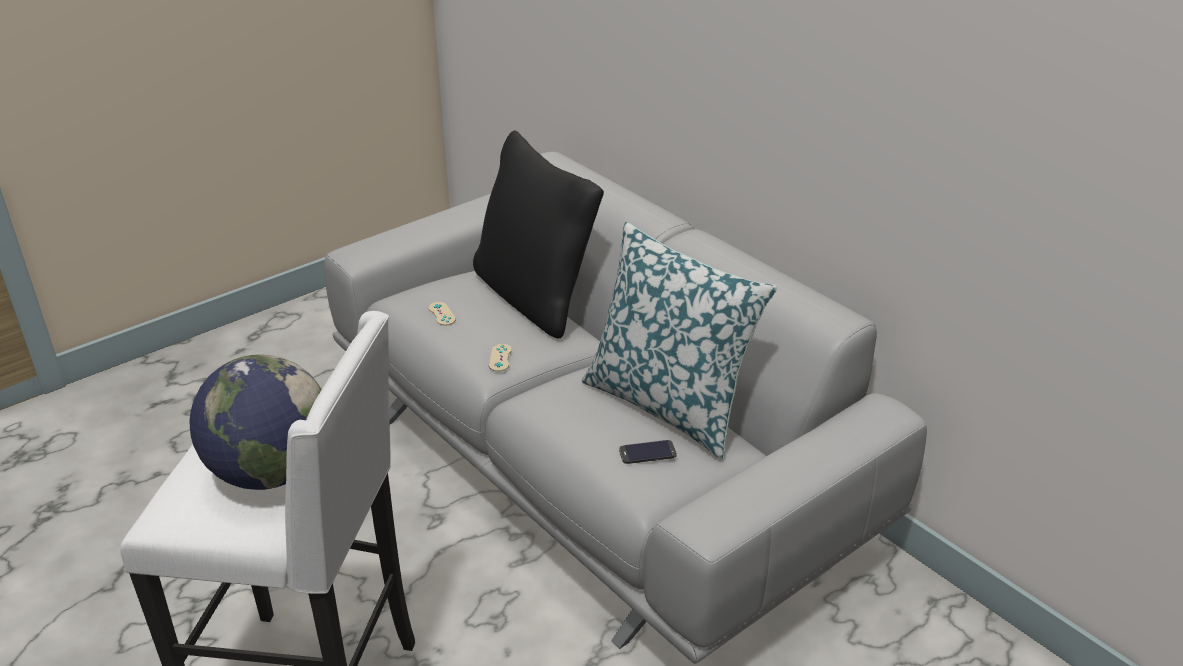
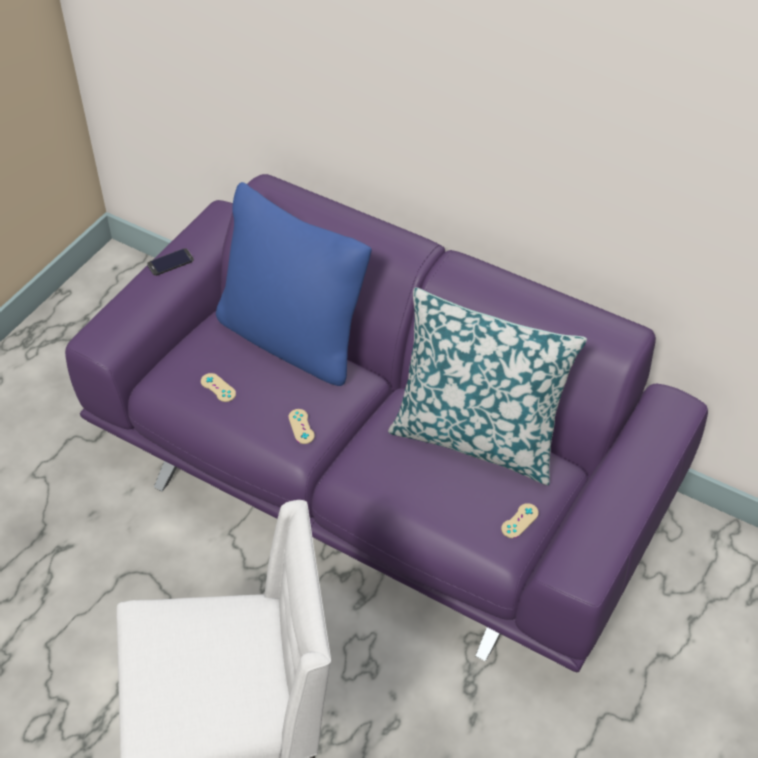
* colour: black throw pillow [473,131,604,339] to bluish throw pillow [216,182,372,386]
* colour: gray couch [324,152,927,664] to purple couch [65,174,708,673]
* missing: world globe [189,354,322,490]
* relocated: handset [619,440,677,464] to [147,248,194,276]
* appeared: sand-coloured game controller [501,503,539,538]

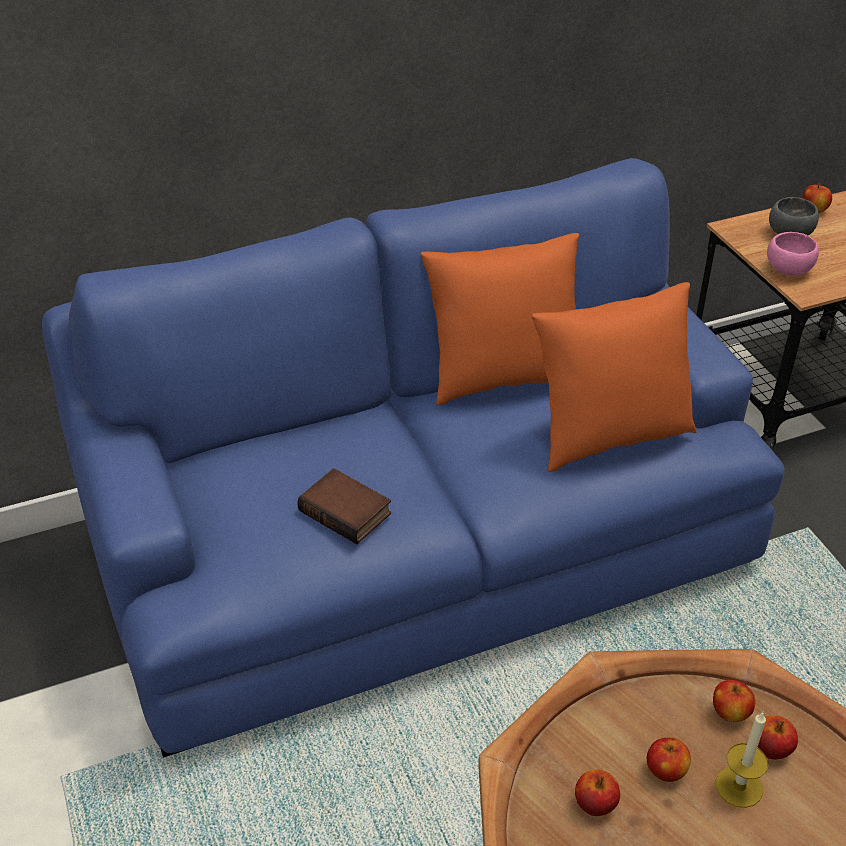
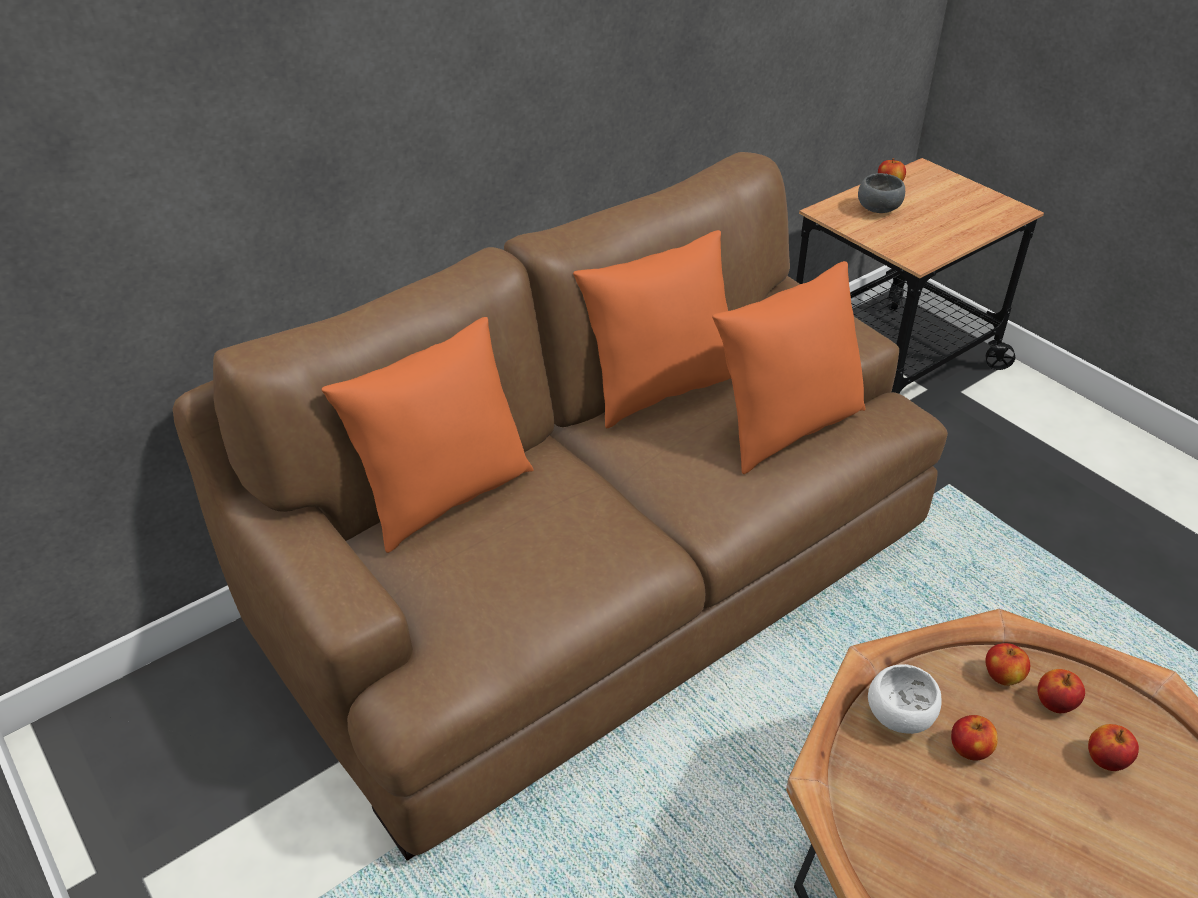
* colour: bluish couch [42,158,784,757] to brownish couch [173,152,948,861]
* missing: pinkish bowl [767,232,819,276]
* missing: volume [297,468,391,544]
* missing: wax candle [716,712,768,808]
* relocated: whole apple [575,770,620,816] to [1088,724,1139,771]
* appeared: orangey throw pillow [322,317,534,553]
* appeared: white-coloured bowl [868,664,941,734]

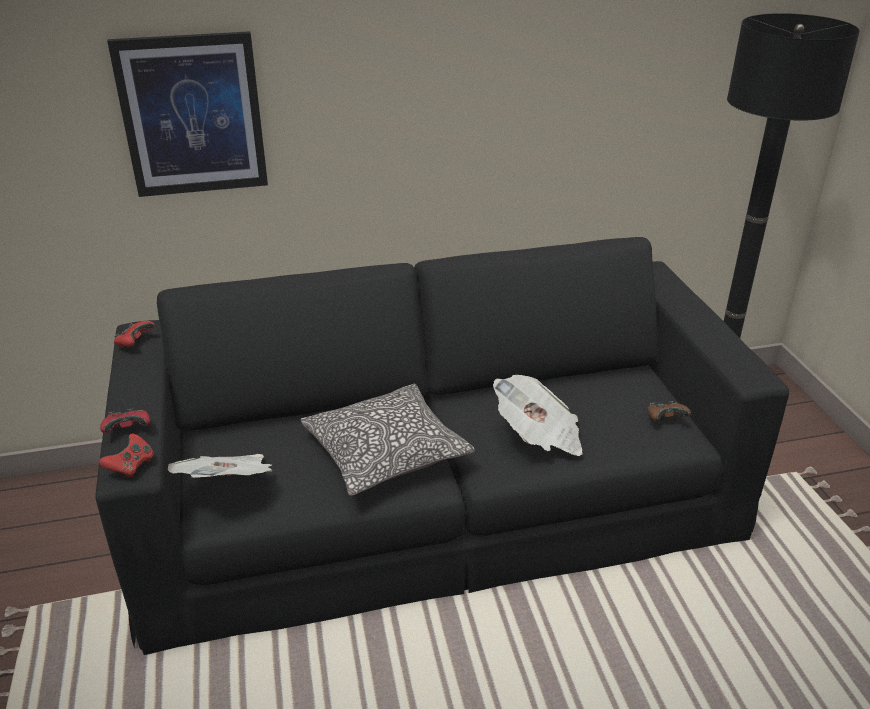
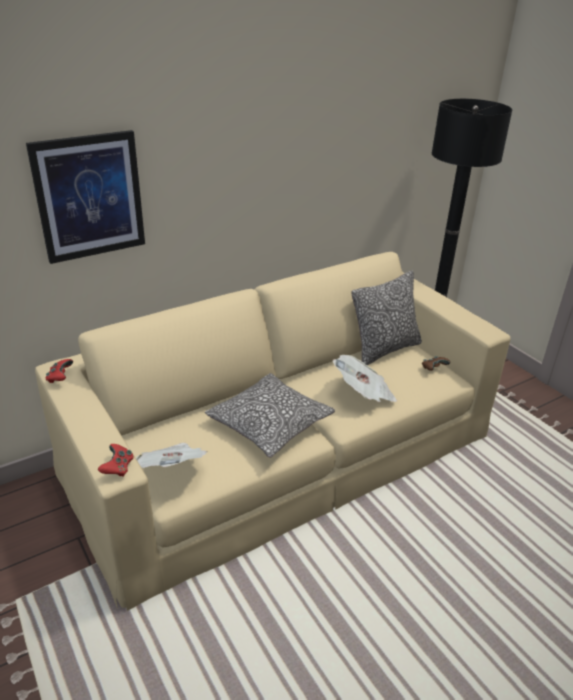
* colour: black couch [95,237,789,655] to sand-coloured couch [35,252,511,611]
* missing: red game controller [100,408,150,433]
* appeared: throw pillow [352,271,422,365]

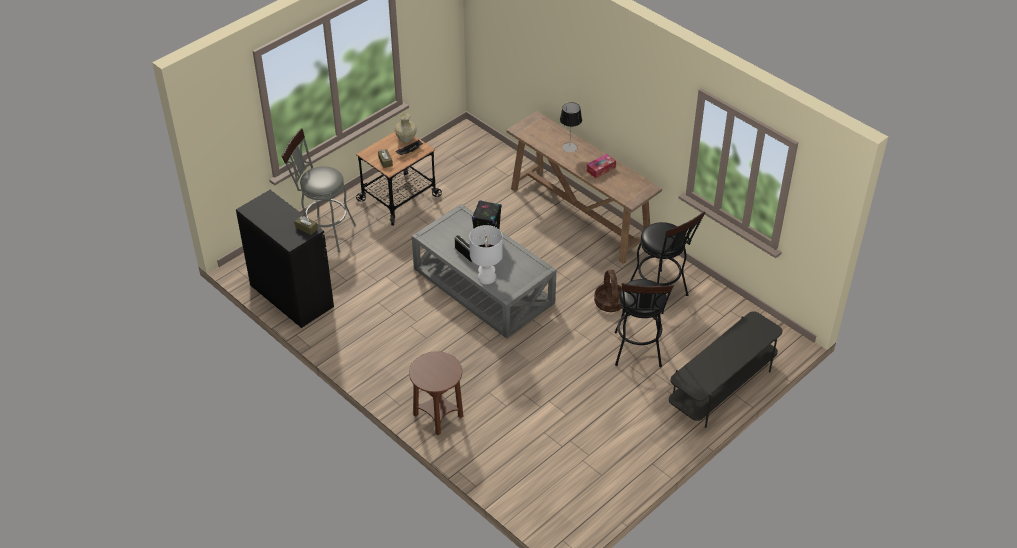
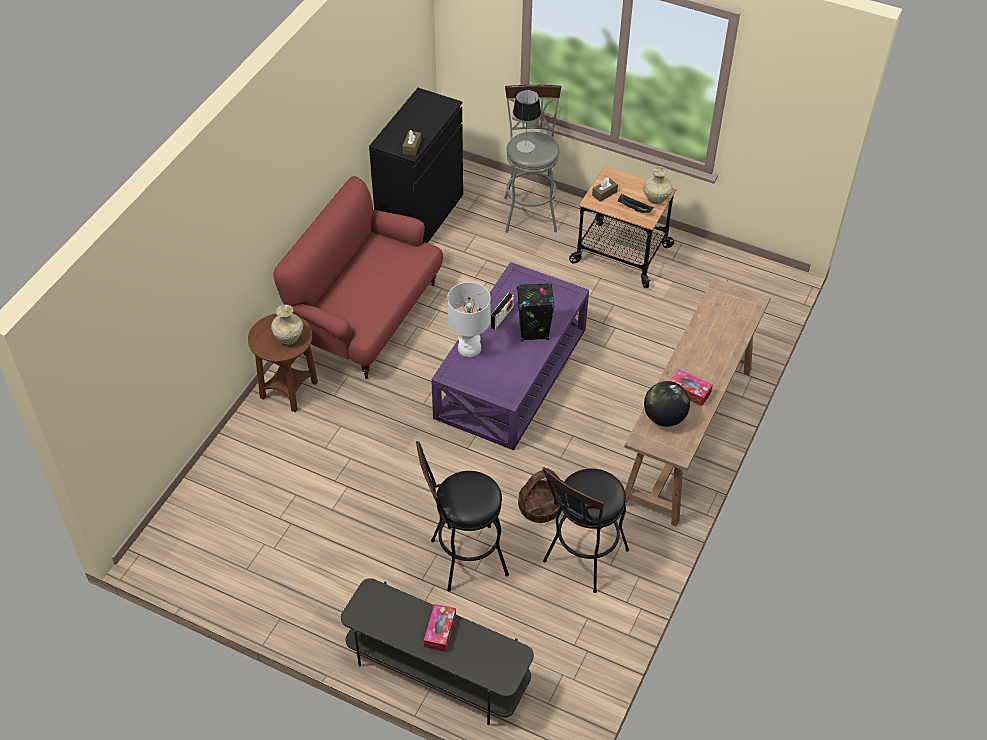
* relocated: tabletop lamp [560,102,582,152] to [513,90,541,153]
* colour: gray low table [412,204,556,338] to purple low table [431,262,589,450]
* appeared: red couch [273,176,443,379]
* appeared: sand-coloured vase [271,305,303,345]
* appeared: world globe [644,381,690,427]
* appeared: tissue holder [424,604,456,652]

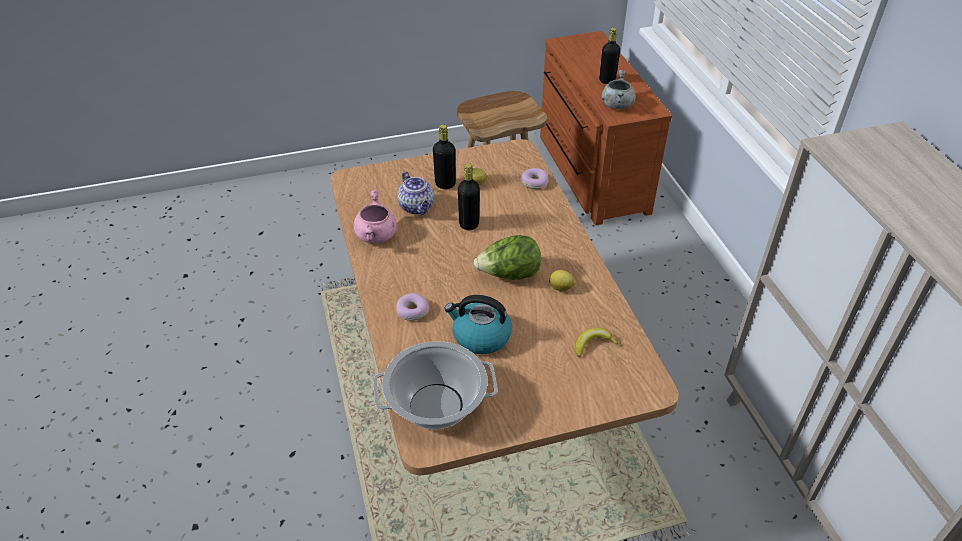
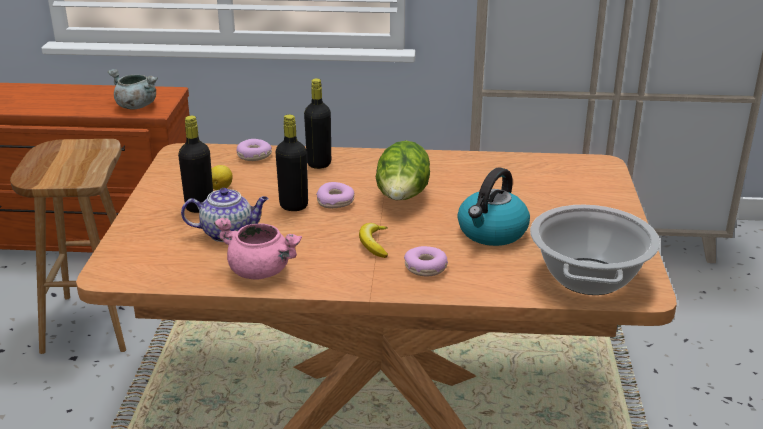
* relocated: black drink bottle [599,28,620,84] to [304,78,331,169]
* missing: lemon [549,270,575,291]
* relocated: whole banana [575,328,619,357] to [359,223,388,258]
* appeared: doughnut [316,182,355,208]

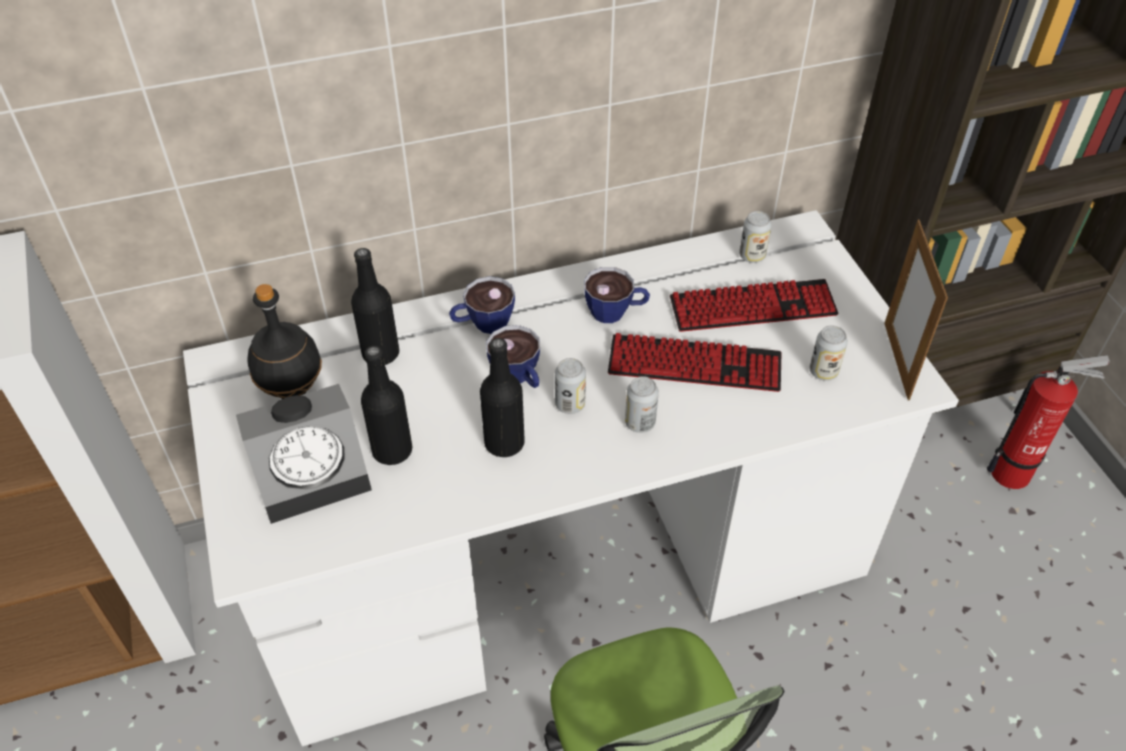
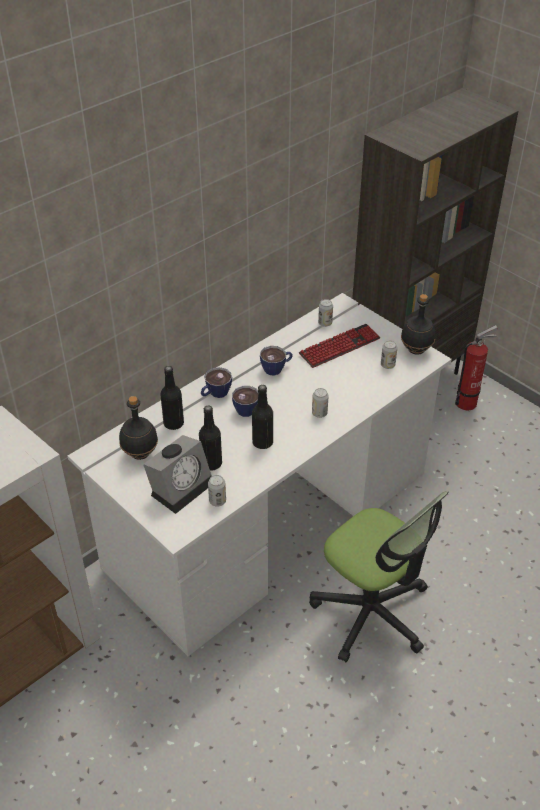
* exchanged: picture frame [884,220,948,400] to black drink bottle [401,294,436,355]
* missing: keyboard [608,333,782,392]
* relocated: can [555,358,586,414] to [208,475,226,506]

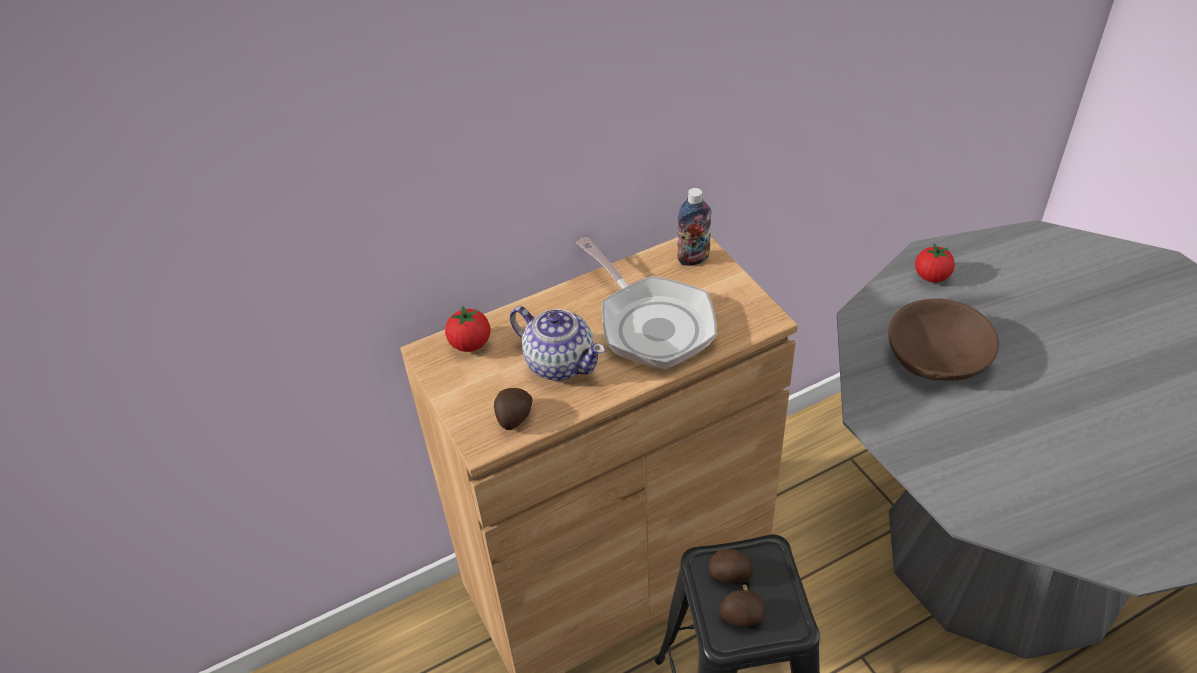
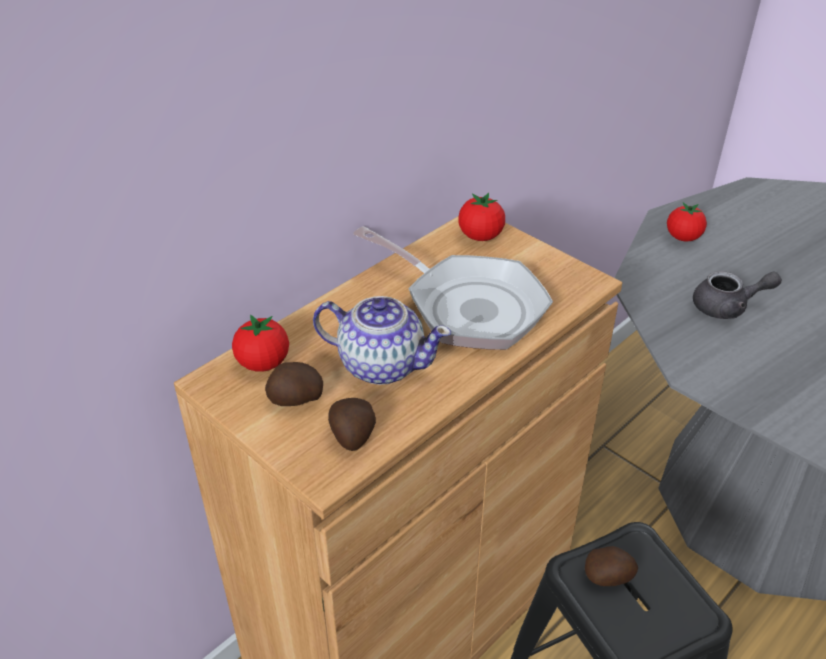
* exchanged: drink bottle [677,188,711,266] to whole tomato [458,193,505,241]
* exchanged: brownish bowl [888,298,999,381] to gray pot for tea [693,271,782,319]
* relocated: potato [719,590,765,627] to [265,362,323,406]

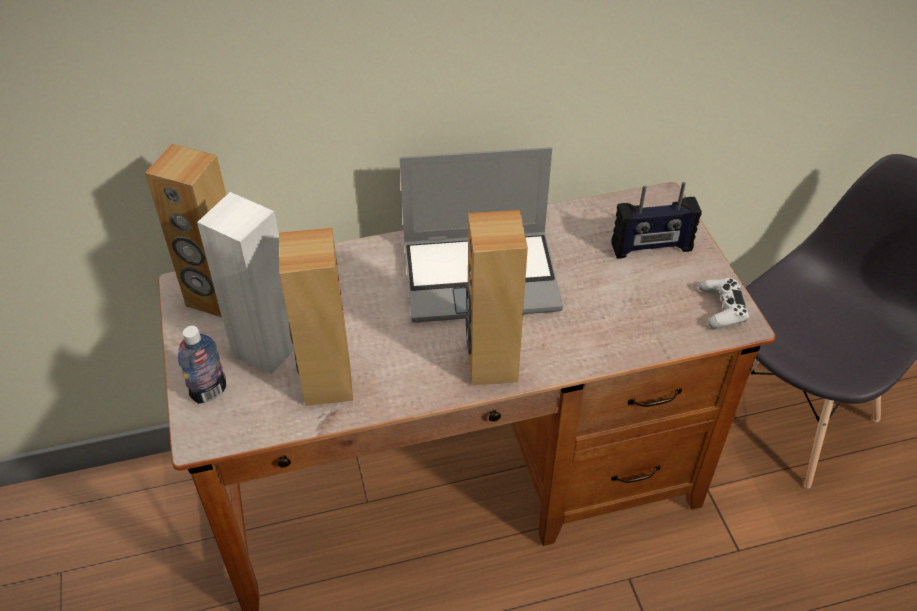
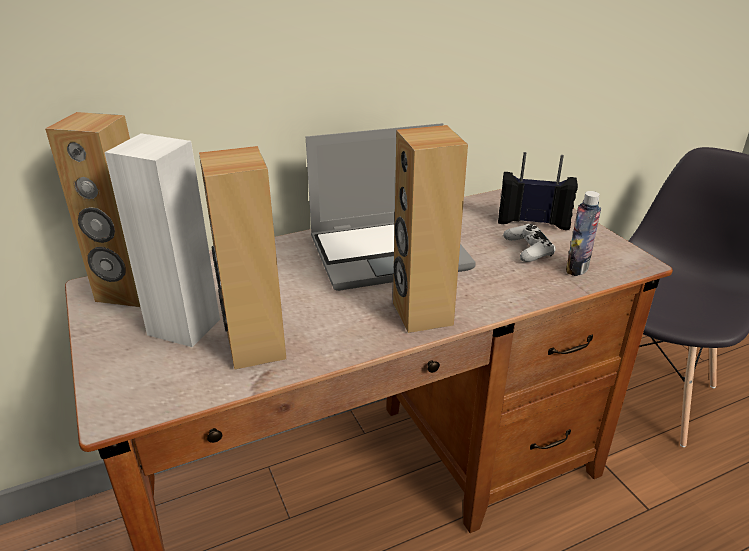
* spun: radio receiver [611,182,702,258] = [498,152,578,230] 150 degrees counterclockwise
* relocated: white-coloured game controller [699,278,750,328] to [503,224,556,262]
* relocated: drink bottle [178,326,226,404] to [566,191,601,276]

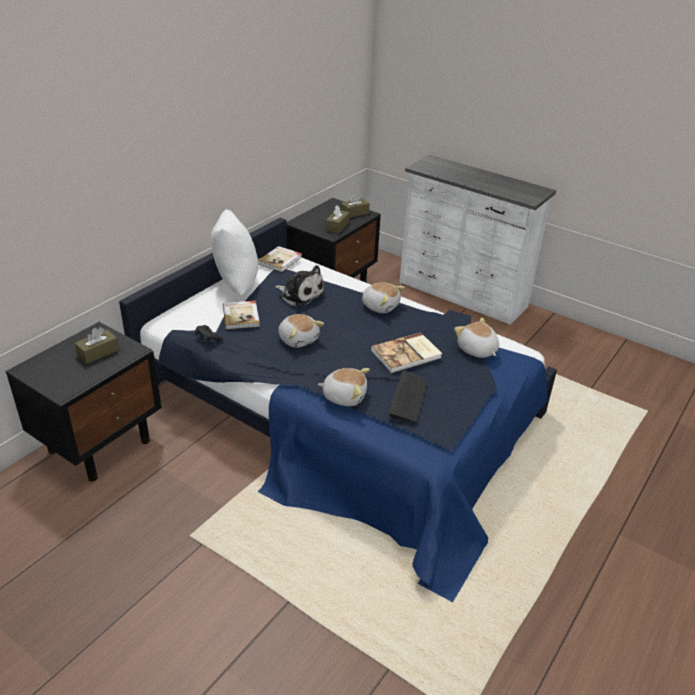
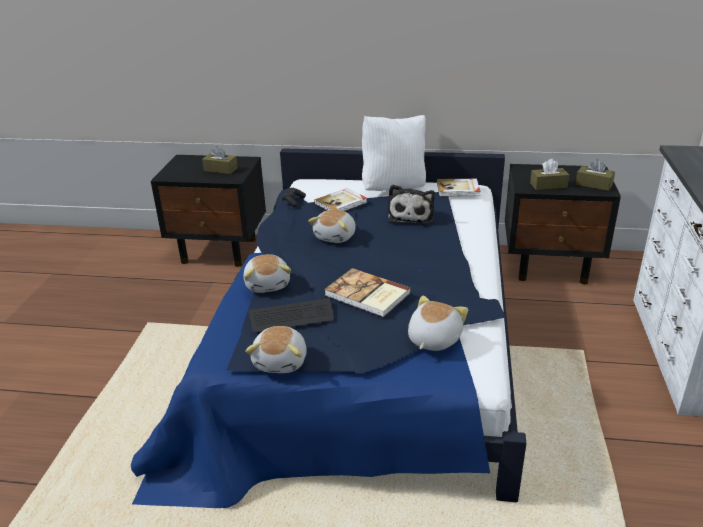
* relocated: soft toy [361,282,405,313] to [245,326,307,373]

